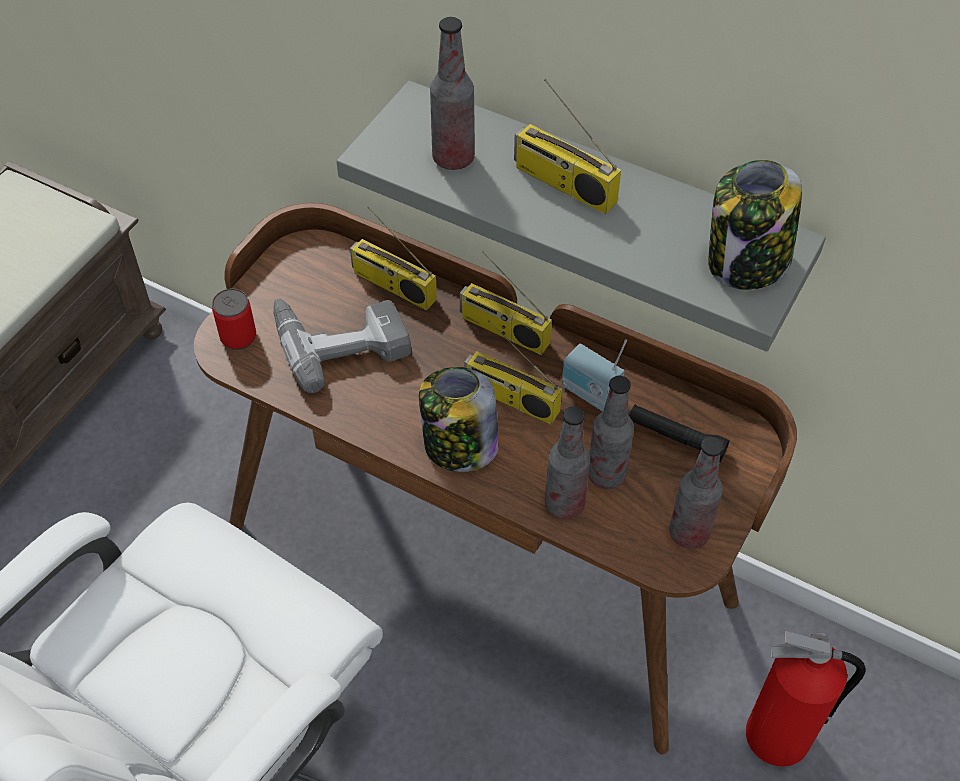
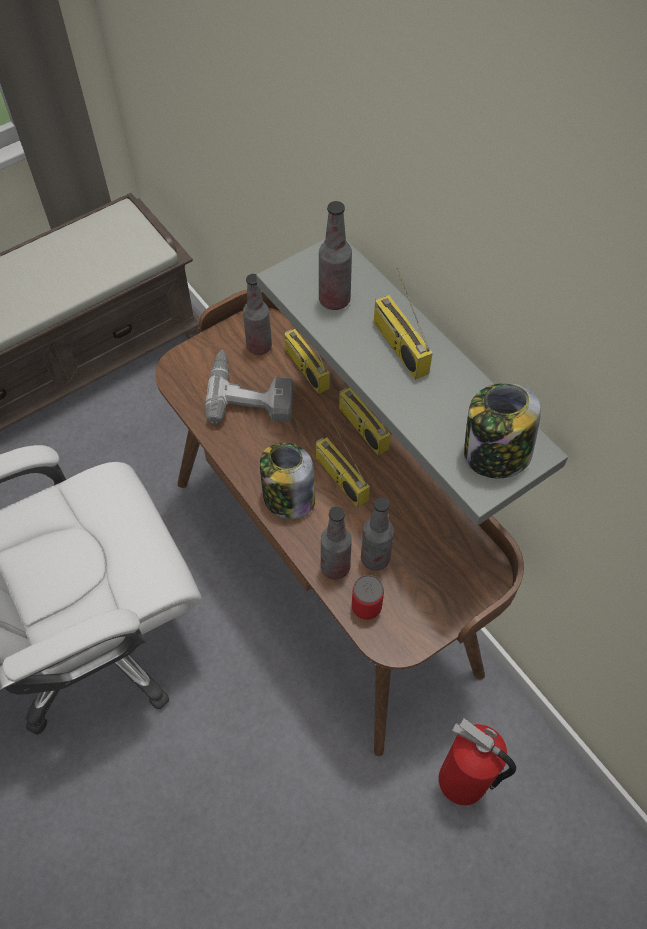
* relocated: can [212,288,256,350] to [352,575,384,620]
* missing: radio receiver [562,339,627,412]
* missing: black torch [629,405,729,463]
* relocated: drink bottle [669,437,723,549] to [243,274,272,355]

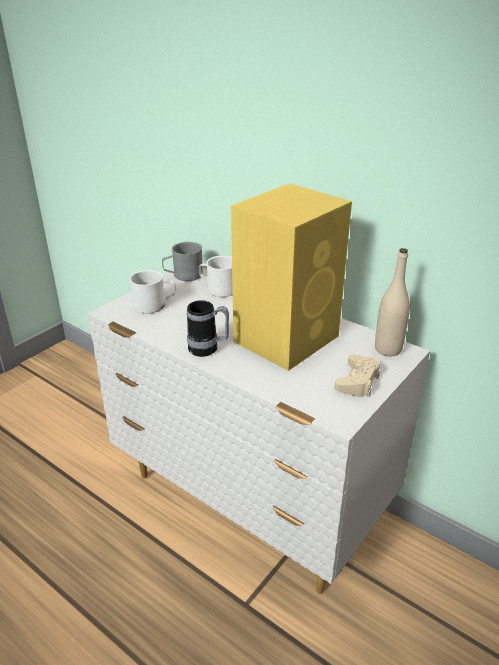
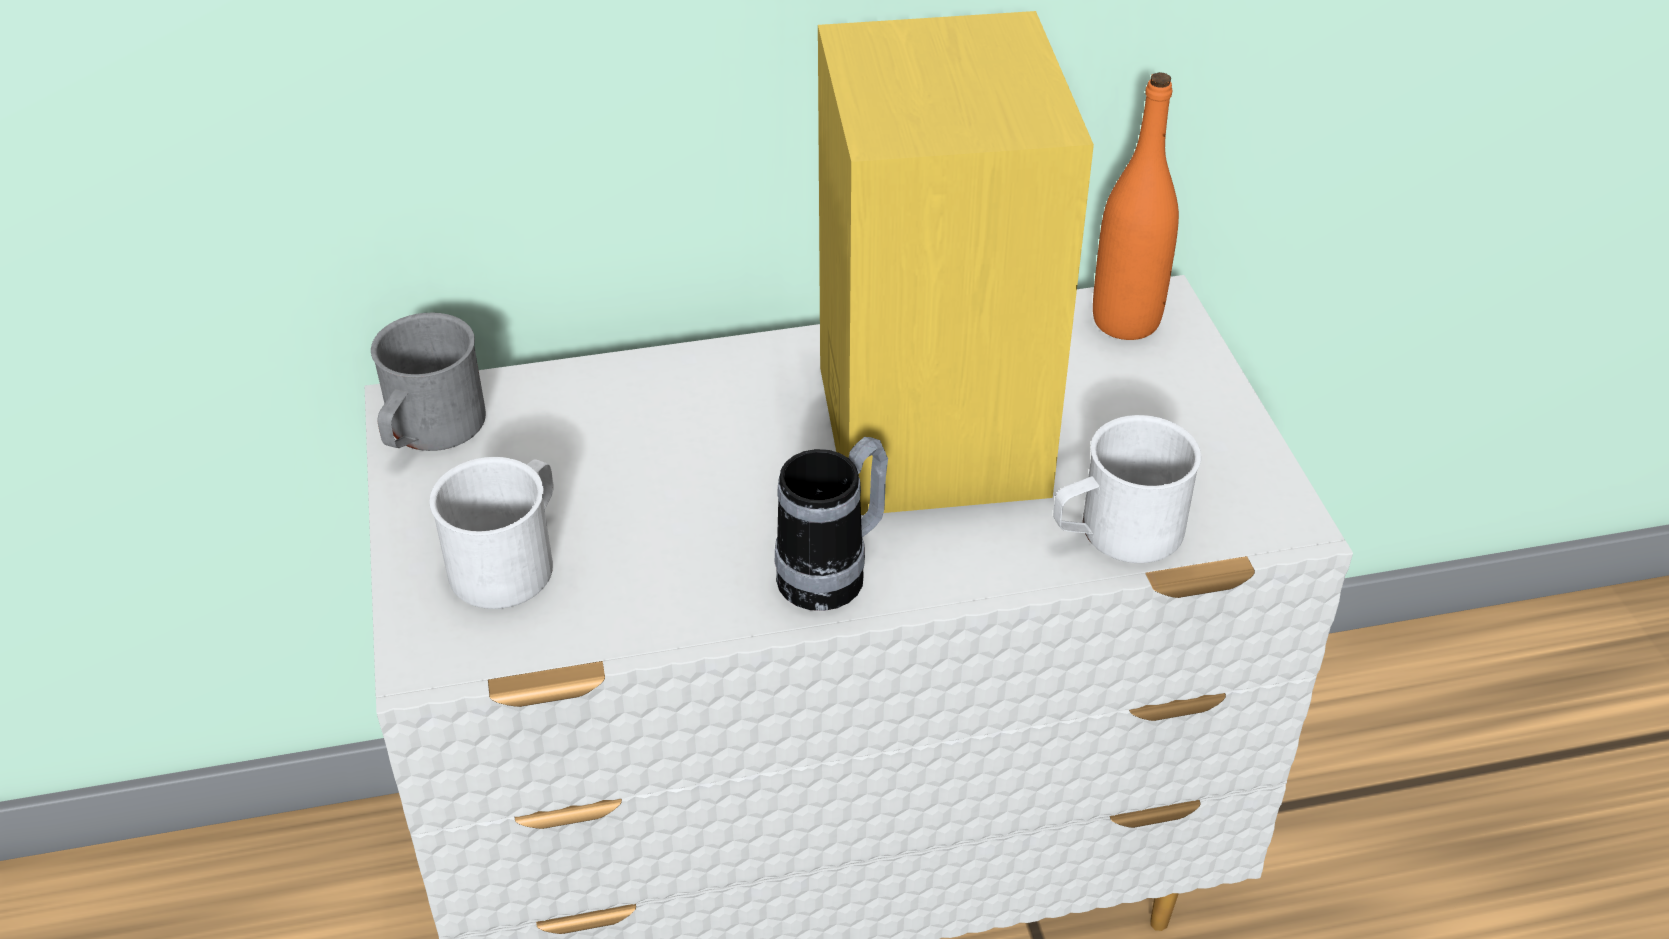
* colour: sand-coloured drink bottle [375,248,410,356] to orangey drink bottle [1093,72,1179,340]
* relocated: white-coloured mug [199,256,233,297] to [1053,415,1201,563]
* missing: sand-coloured game controller [334,355,380,397]

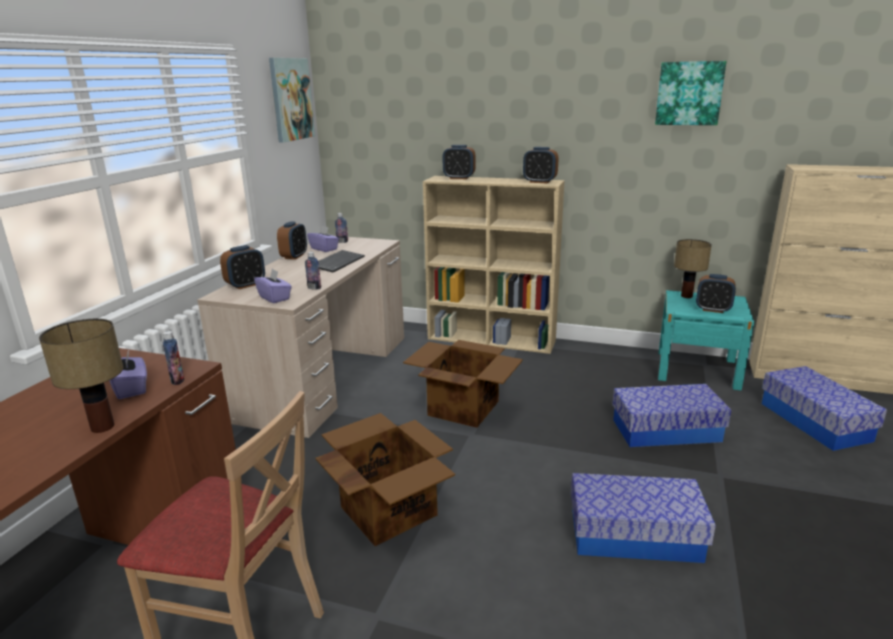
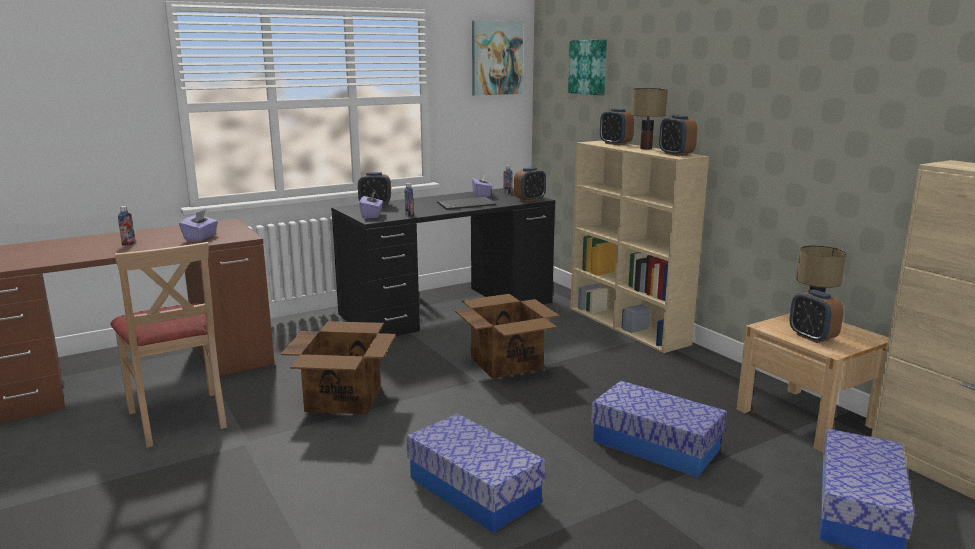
* relocated: wall picture [655,61,726,125] to [568,40,607,95]
* relocated: alarm clock [277,222,307,260] to [514,167,546,202]
* colour: sand-coloured desk table [197,237,404,438] to black desk table [331,188,555,336]
* colour: blue-green bedside table [658,290,754,391] to sand-coloured bedside table [737,313,889,453]
* relocated: tabletop lamp [39,319,123,433] to [631,88,668,149]
* relocated: drink bottle [163,331,184,385] to [118,206,136,246]

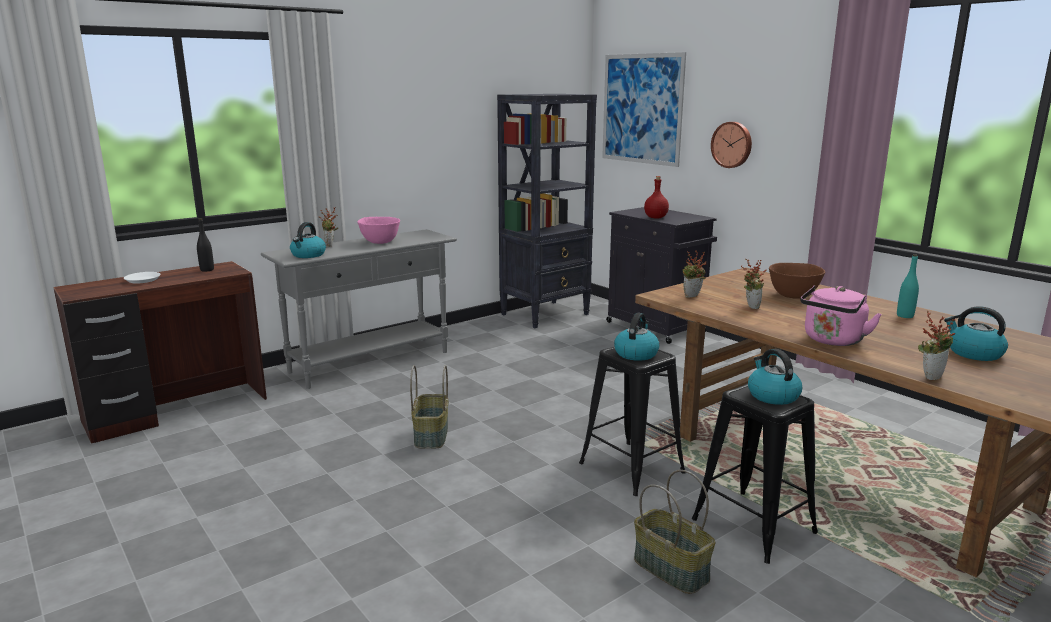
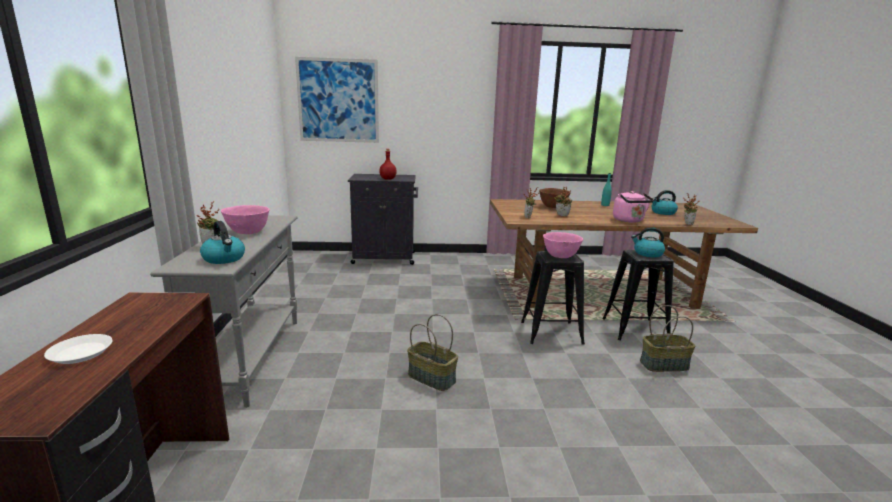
* missing: black bookcase [497,94,597,328]
* missing: hanging clock [711,122,752,168]
* missing: black drink bottle [197,218,214,272]
* exchanged: water kettle [614,313,660,361] to pinkish bowl [543,232,583,258]

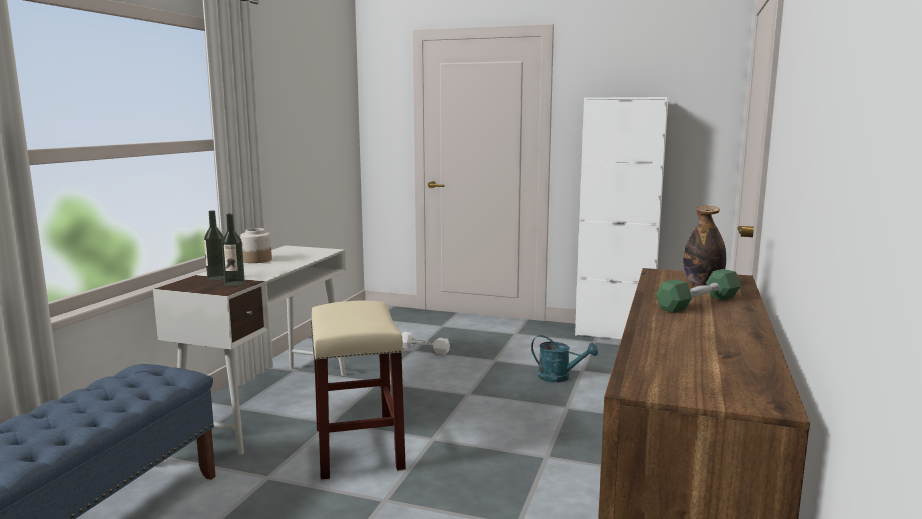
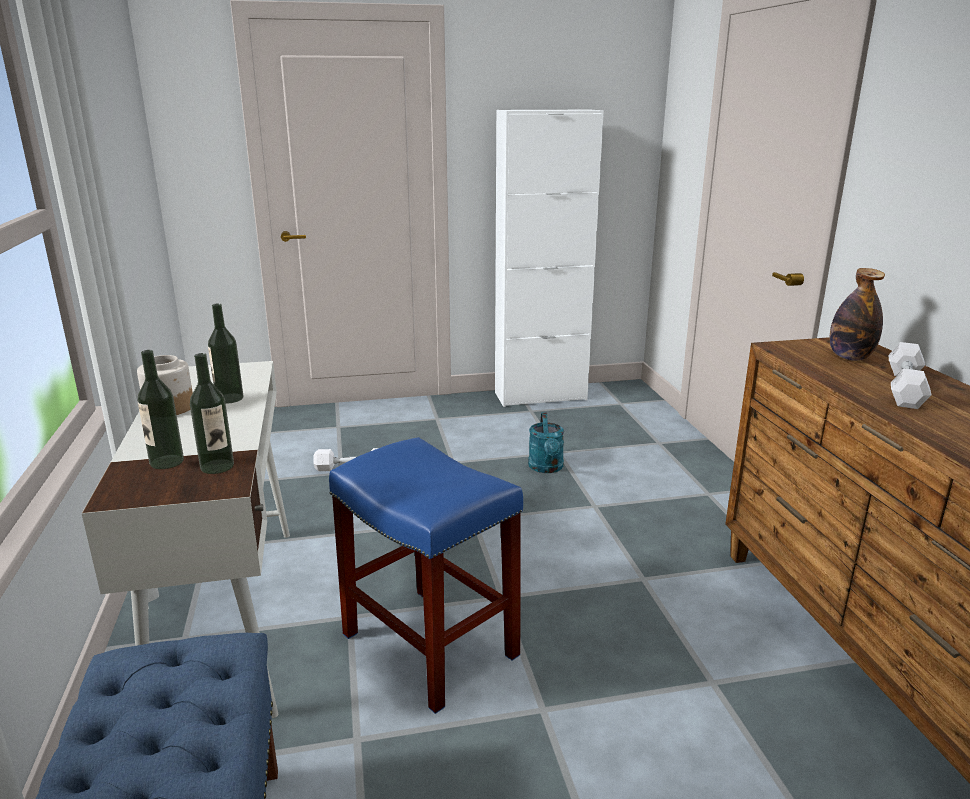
* colour: green-coloured free weight [656,269,741,313] to white-coloured free weight [888,342,931,409]
* colour: sand-coloured stool seat [311,300,406,481] to bluish stool seat [329,437,523,714]
* spun: blue-green watering pot [531,335,598,383] = [528,412,564,473] 90 degrees clockwise
* appeared: drink bottle [208,304,243,404]

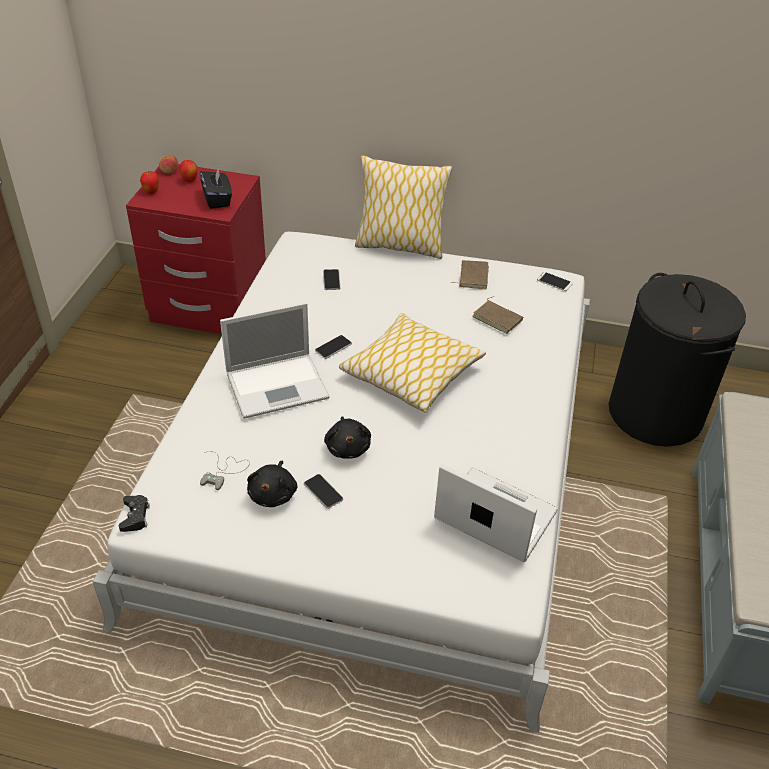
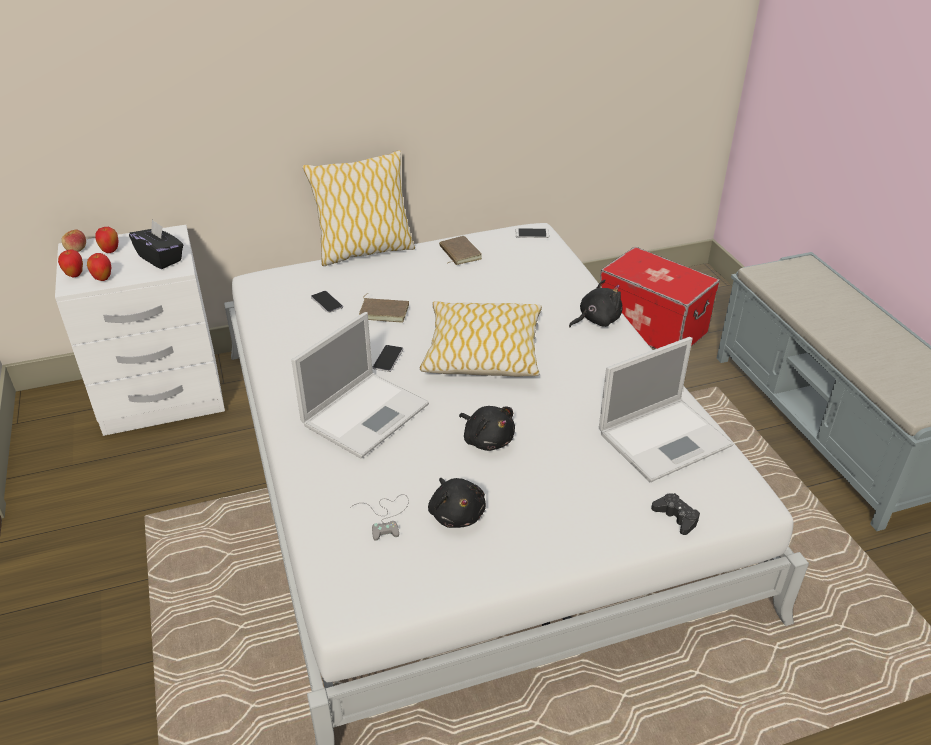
* colour: red bedside table [126,164,266,334] to white-coloured bedside table [55,225,225,436]
* exchanged: black washing basket [609,273,746,447] to storage box [600,247,720,349]
* relocated: brownish volume [473,296,523,334] to [359,293,409,323]
* spun: notebook computer [434,464,558,562] = [599,337,733,483] 150 degrees clockwise
* missing: handset [304,474,343,509]
* relocated: black game controller [119,495,150,532] to [651,493,700,535]
* appeared: whole apple [87,253,112,281]
* appeared: black soft toy [569,279,623,328]

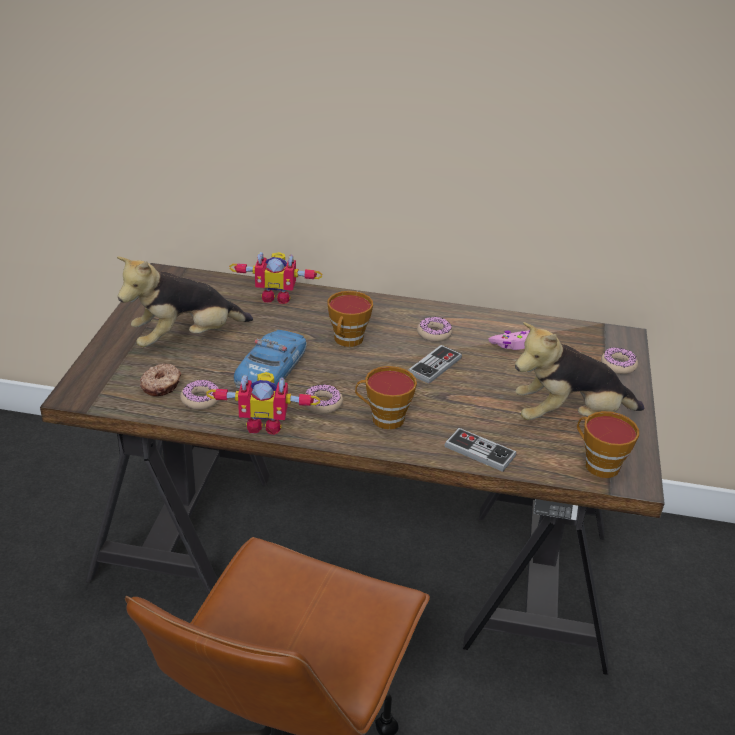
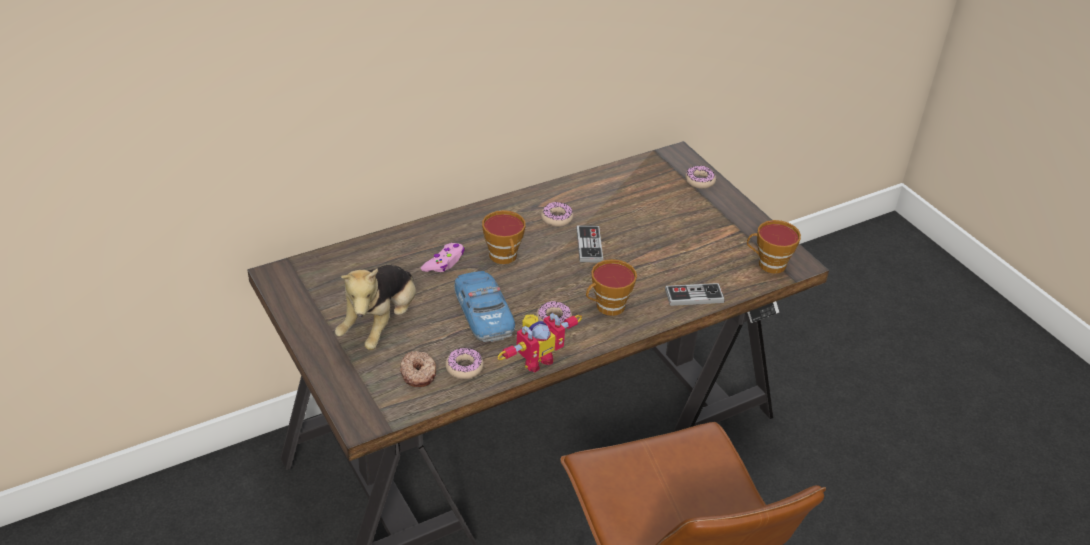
* missing: toy robot [229,252,322,304]
* missing: soft toy [515,322,644,420]
* relocated: pinkish game controller [489,330,530,350] to [421,243,465,272]

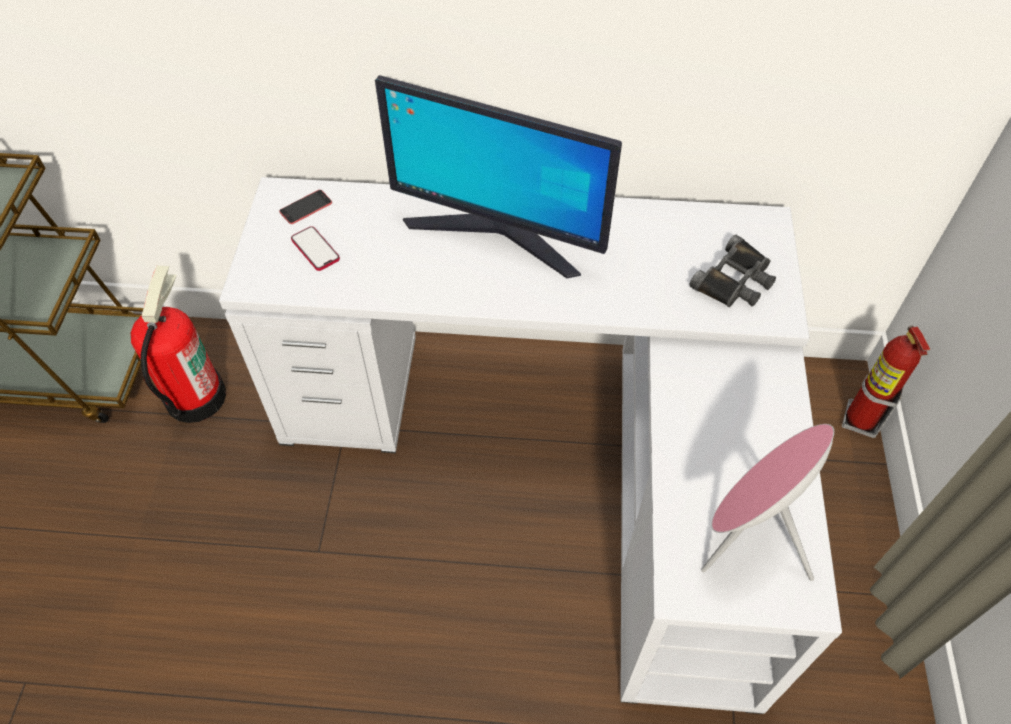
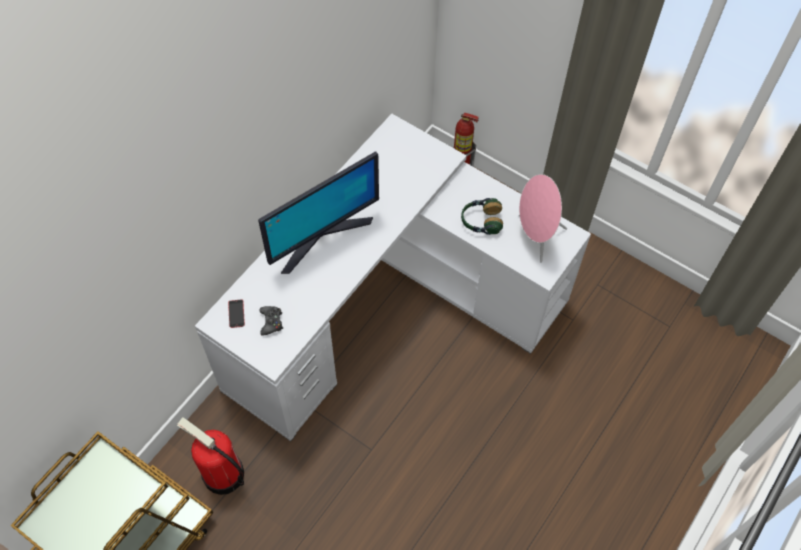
* exchanged: handset [291,226,340,271] to black game controller [259,306,283,336]
* missing: black field glasses [689,235,776,307]
* appeared: headphones [461,198,503,235]

